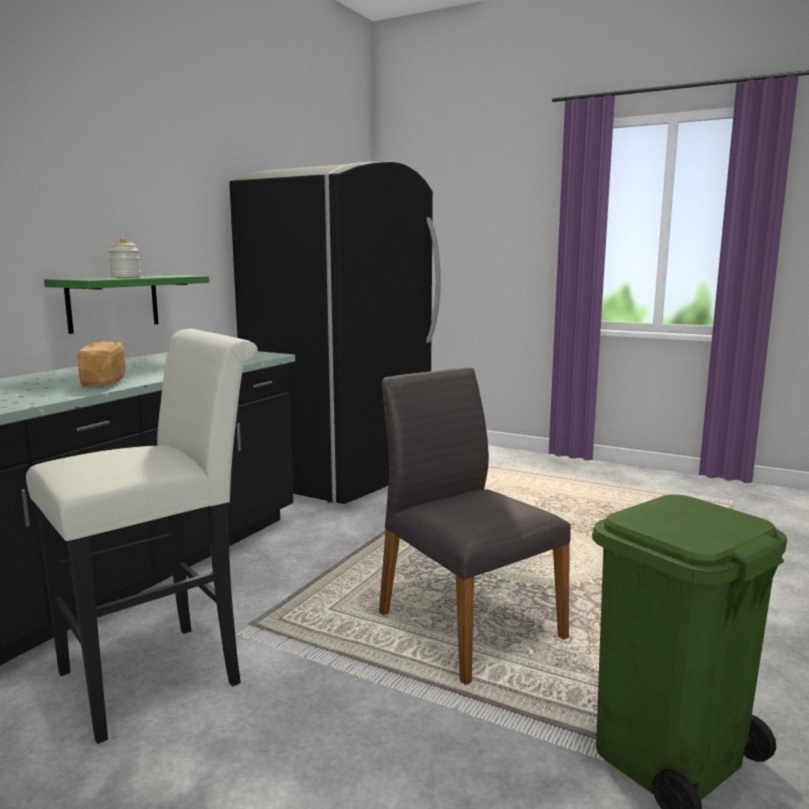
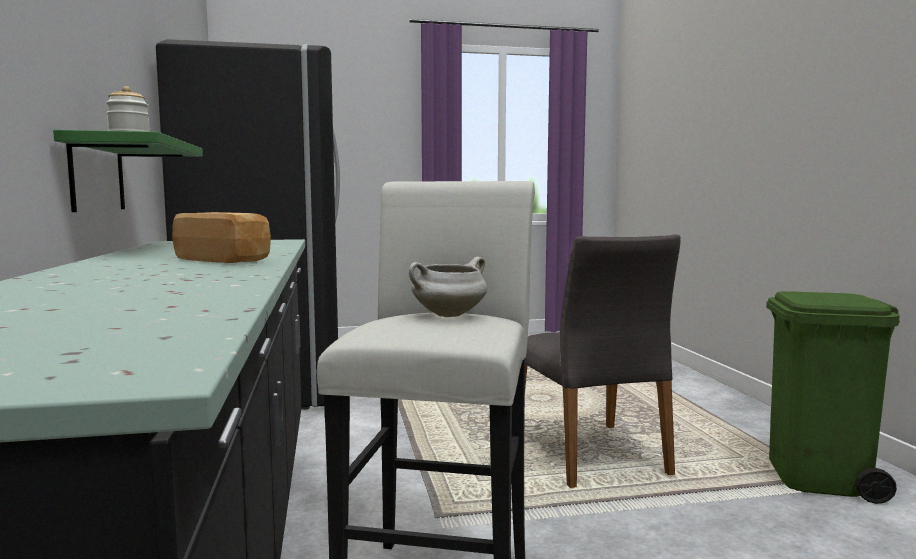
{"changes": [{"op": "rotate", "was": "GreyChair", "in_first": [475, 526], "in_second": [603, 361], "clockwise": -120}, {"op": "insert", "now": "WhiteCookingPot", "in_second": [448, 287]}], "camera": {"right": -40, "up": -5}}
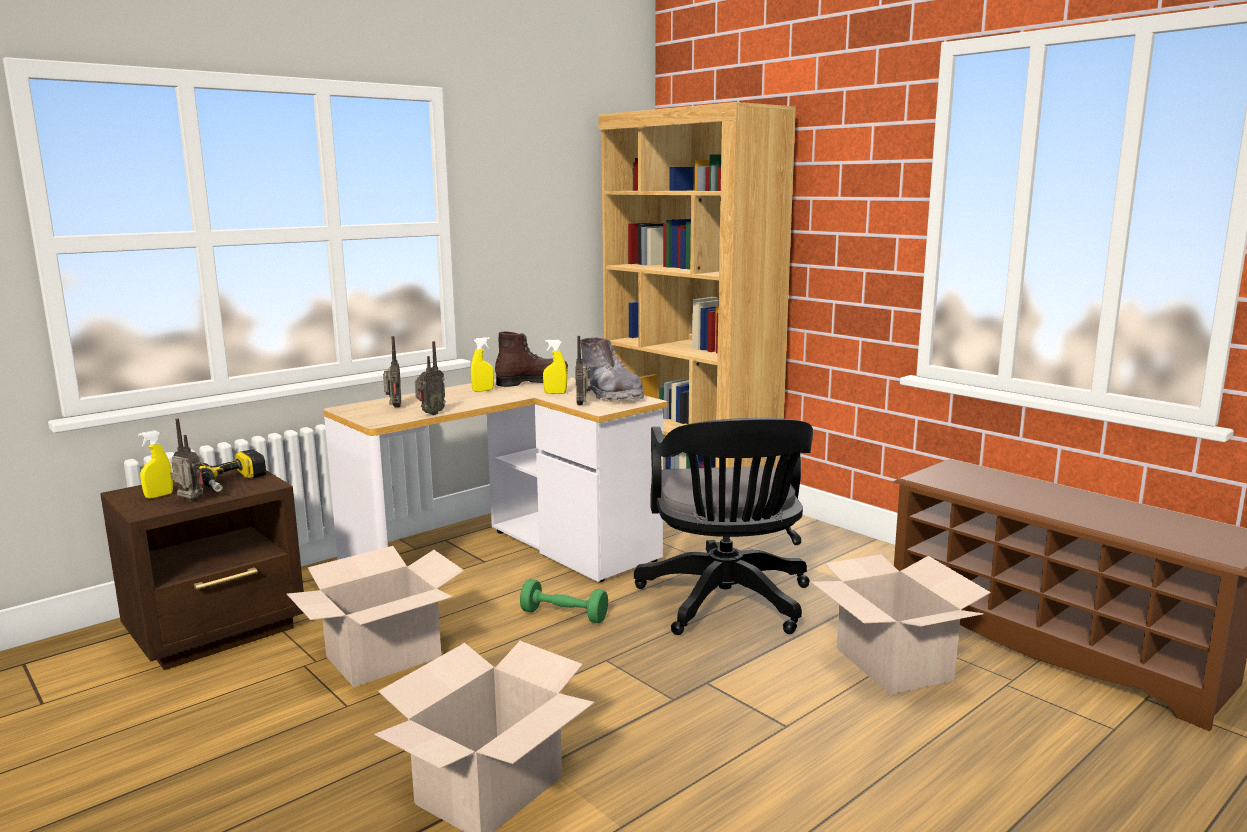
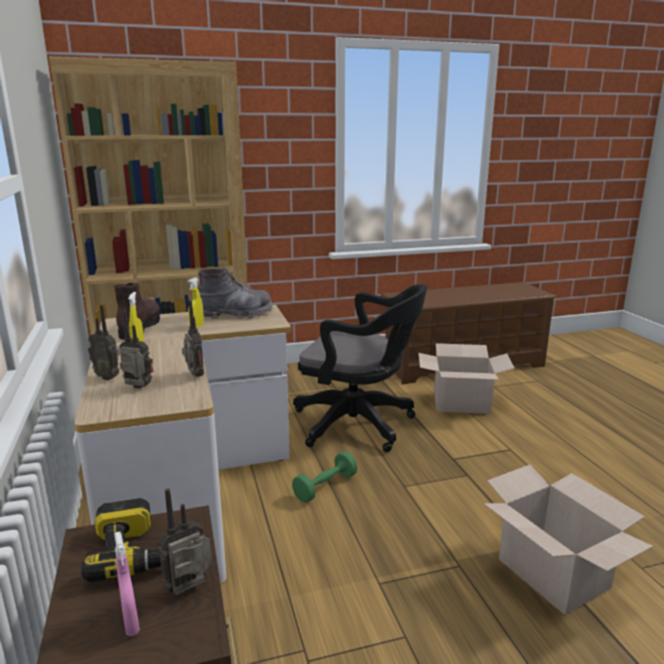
{"changes": [{"op": "move", "was": "Radio", "in_first": [582, 370], "in_second": [104, 342]}, {"op": "recolor", "was": "YellowSprayBottle", "now": "PinkSprayBottle", "in_first": [155, 464], "in_second": [127, 583]}, {"op": "delete", "was": "CardboardBox", "in_first": [375, 616]}], "camera": {"right": -65, "up": 5}}
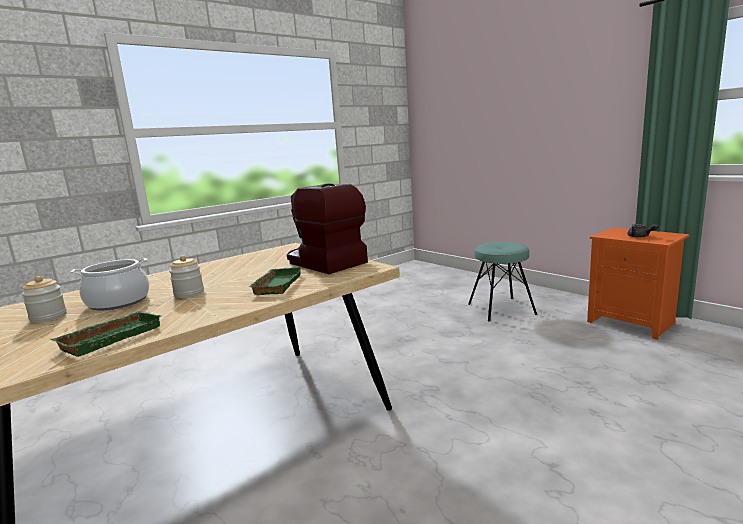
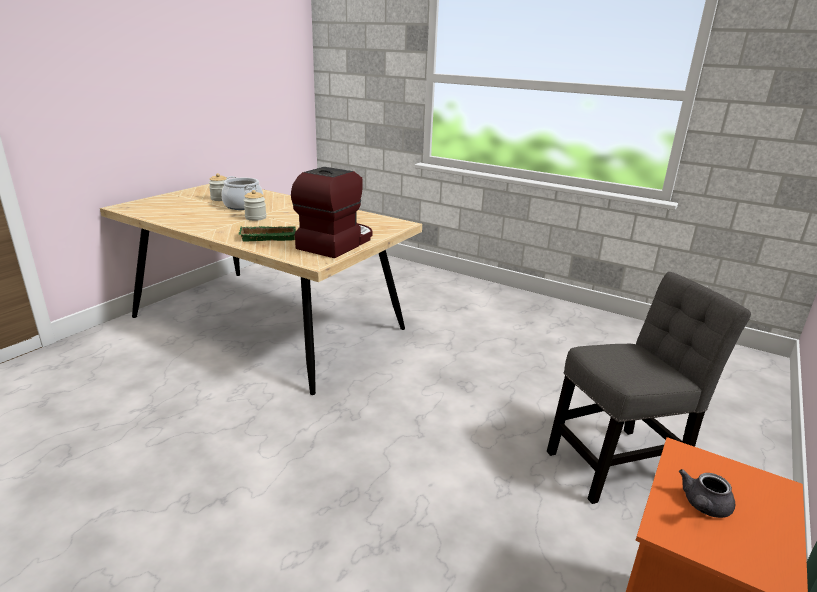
{"changes": [{"op": "replace", "was": "TurquoiseStool", "now": "GreyChair", "in_first": [502, 282], "in_second": [649, 388]}, {"op": "delete", "was": "GreenTray", "in_first": [105, 334]}], "camera": {"right": 70, "up": 10}}
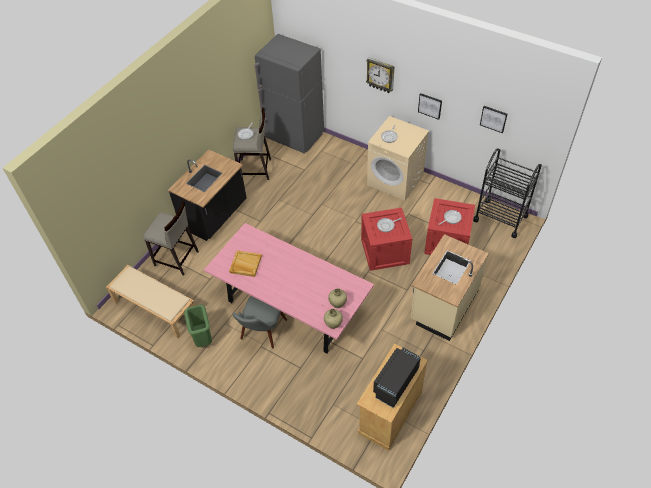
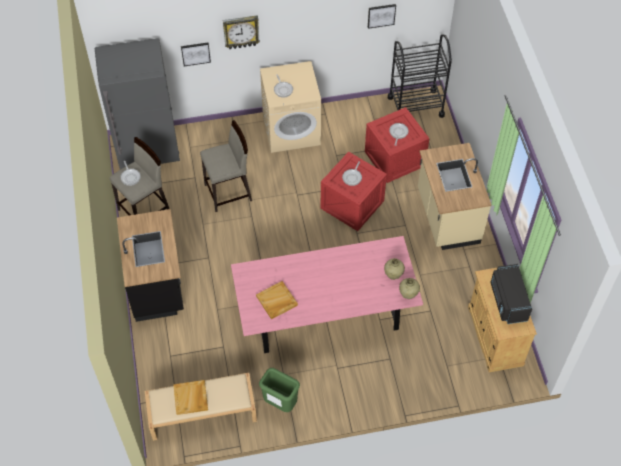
{"changes": [{"op": "move", "was": "Picture", "in_first": [430, 106], "in_second": [196, 54]}, {"op": "move", "was": "BeigeStool", "in_first": [171, 238], "in_second": [226, 166]}, {"op": "delete", "was": "GreyChair", "in_first": [260, 322]}, {"op": "insert", "now": "BeigeTray", "in_second": [190, 397]}], "camera": {"right": -45, "up": 5}}
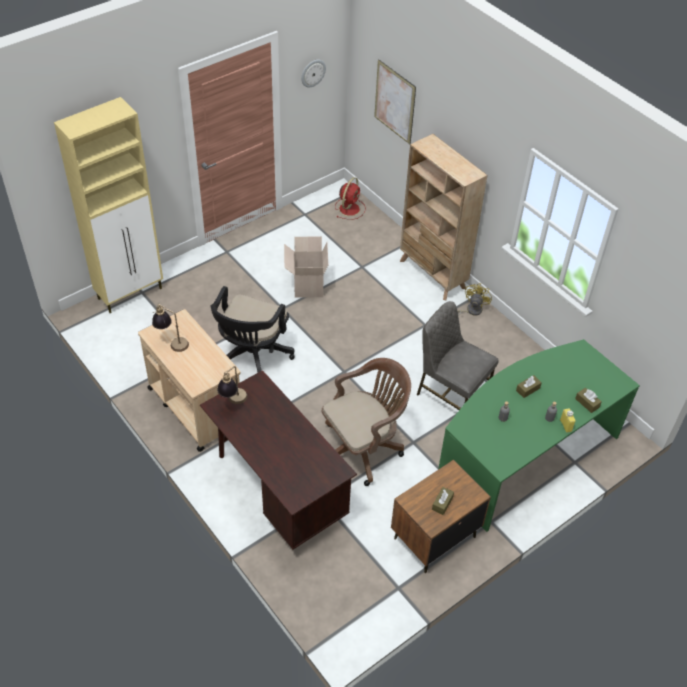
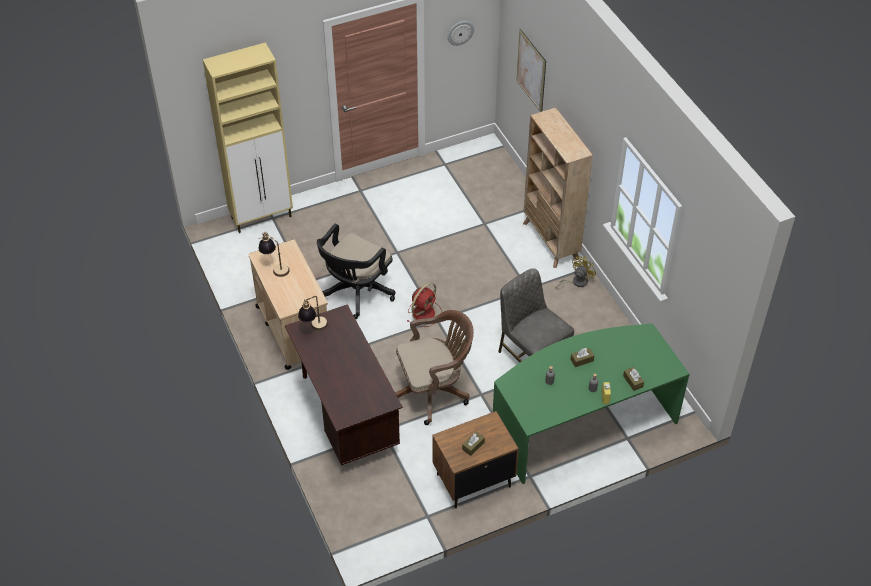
{"changes": [{"op": "move", "was": "RedFan", "in_first": [350, 198], "in_second": [424, 305]}, {"op": "delete", "was": "CardboardBox", "in_first": [306, 267]}], "camera": {"right": 15, "up": 0}}
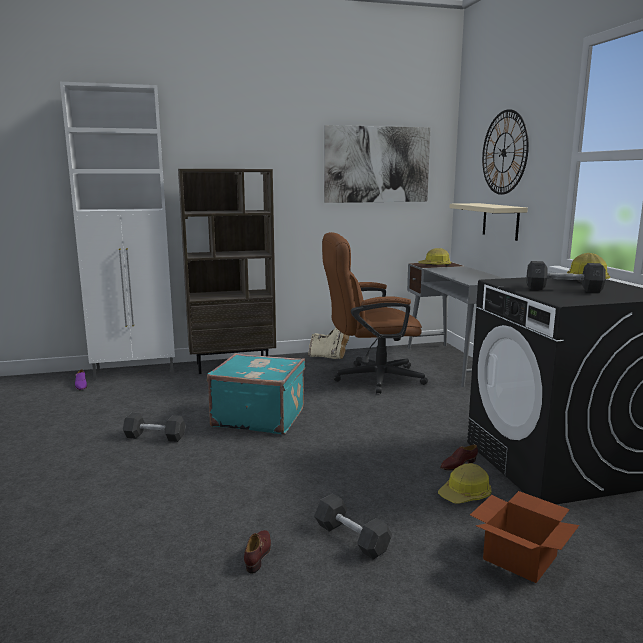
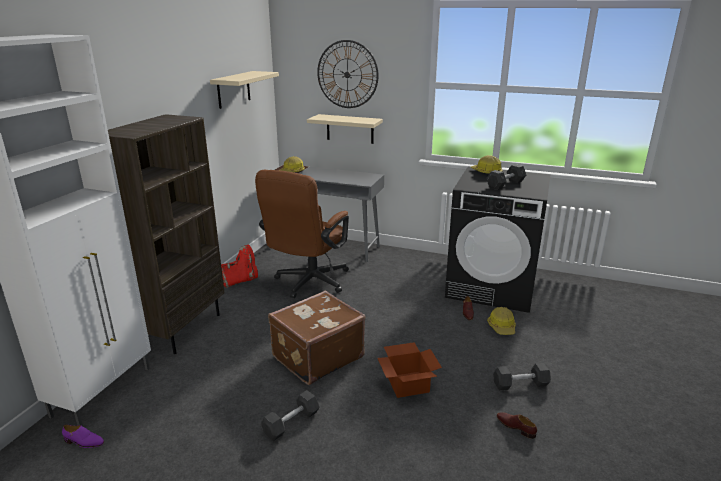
{"changes": [{"op": "replace", "was": "Picture", "now": "BeigeShelf", "in_first": [377, 164], "in_second": [244, 90]}, {"op": "recolor", "was": "BeigeBoot", "now": "RedBoot", "in_first": [328, 343], "in_second": [239, 266]}, {"op": "recolor", "was": "TurquoiseSuitcase", "now": "BrownSuitcase", "in_first": [256, 393], "in_second": [316, 337]}, {"op": "move", "was": "CardboardBox", "in_first": [524, 537], "in_second": [410, 370]}], "camera": {"right": -55, "up": 10}}
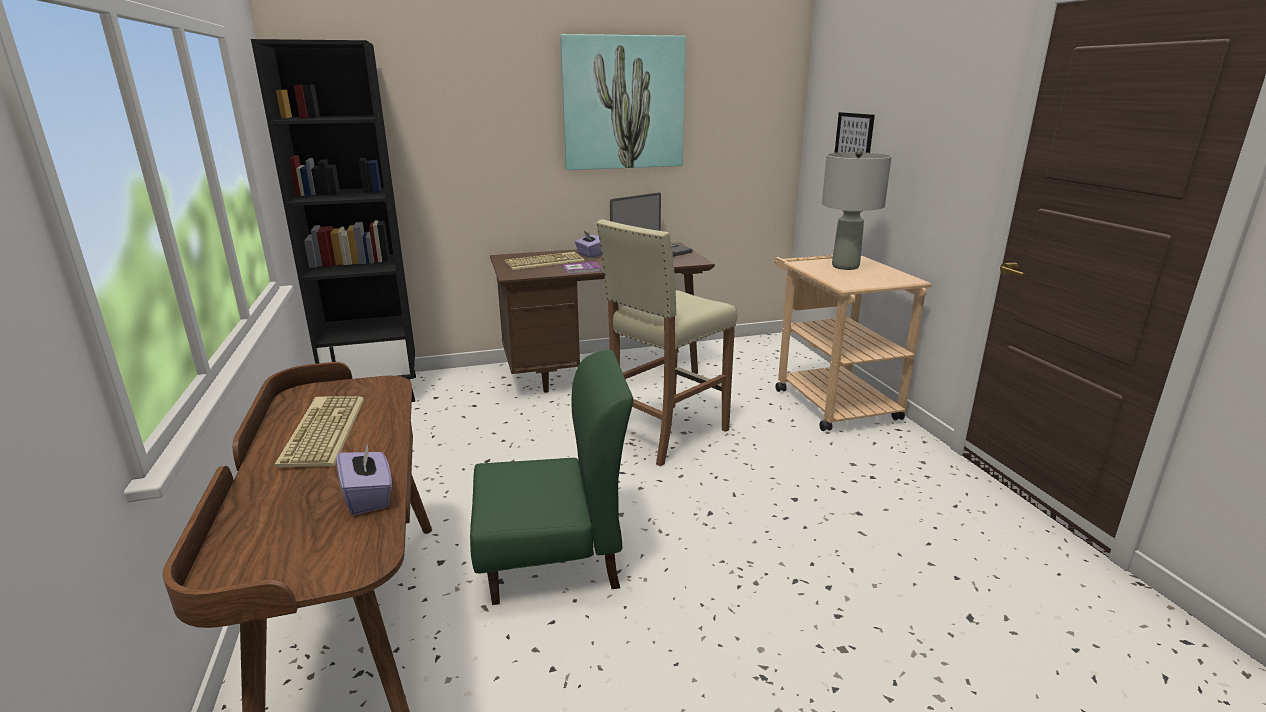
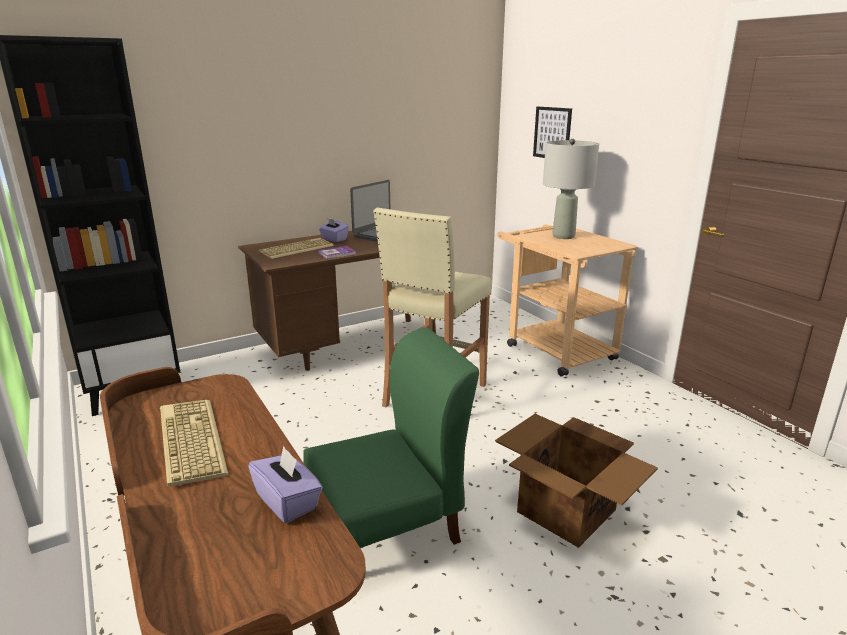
{"changes": [{"op": "delete", "was": "Picture", "in_first": [623, 102]}, {"op": "insert", "now": "CardboardBox", "in_second": [576, 481]}], "camera": {"right": -15, "up": 0}}
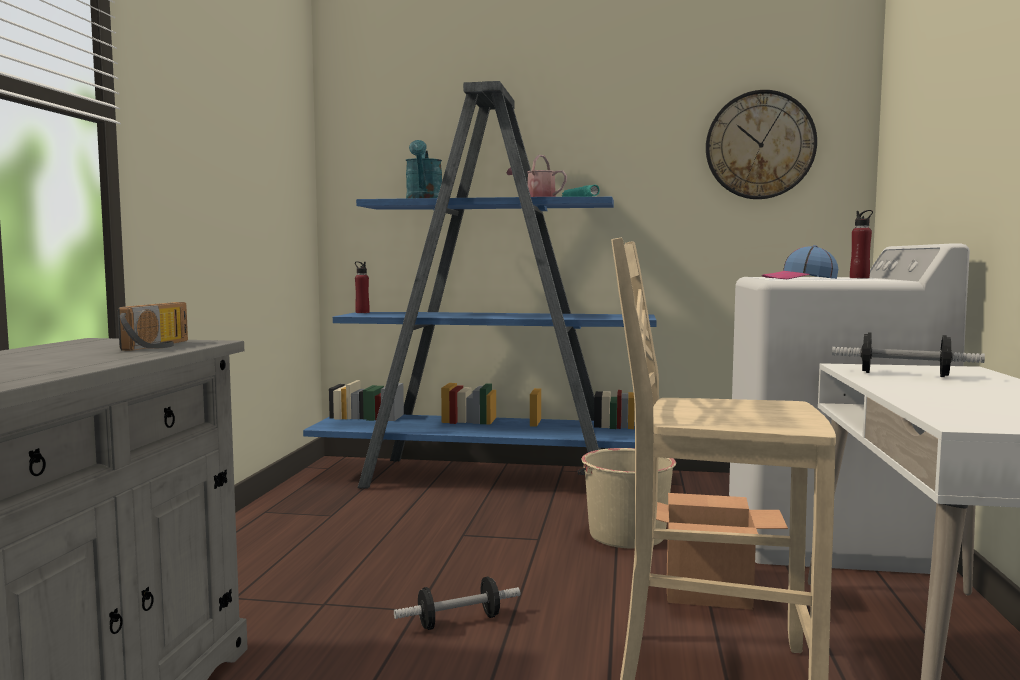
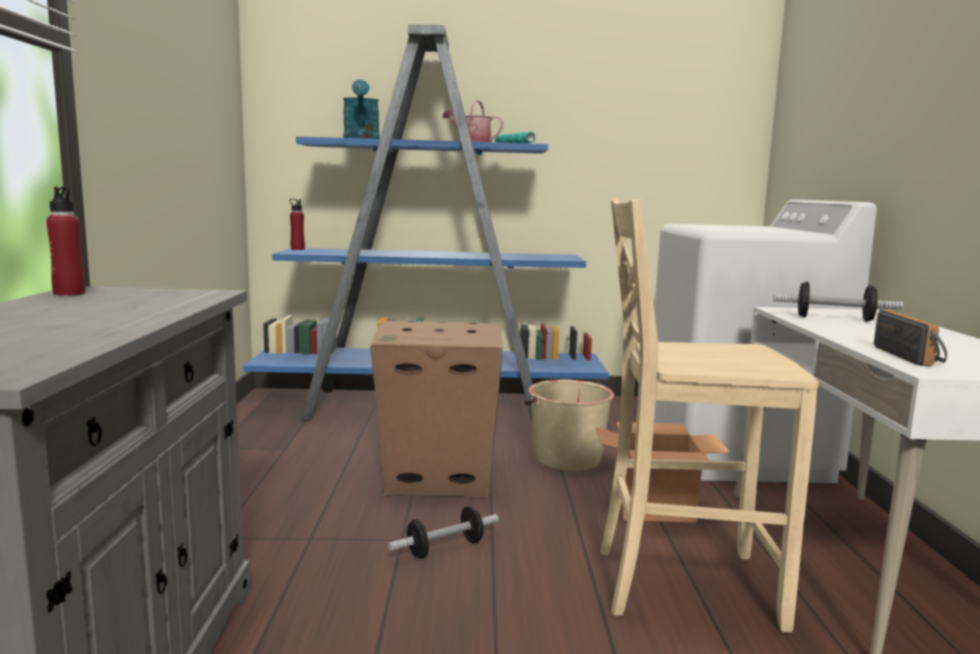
{"changes": [{"op": "delete", "was": "WallClock", "in_first": [761, 144]}, {"op": "move", "was": "RedBottle", "in_first": [861, 244], "in_second": [66, 241]}, {"op": "delete", "was": "Cap", "in_first": [799, 262]}, {"op": "move", "was": "Radio", "in_first": [153, 326], "in_second": [910, 338]}, {"op": "insert", "now": "CardboardBox", "in_second": [436, 409]}], "camera": {"right": -10, "up": 5}}
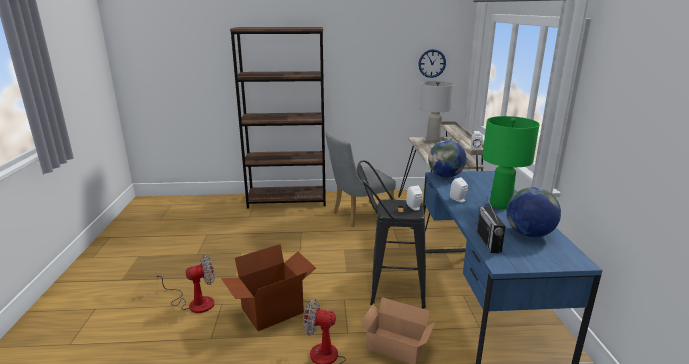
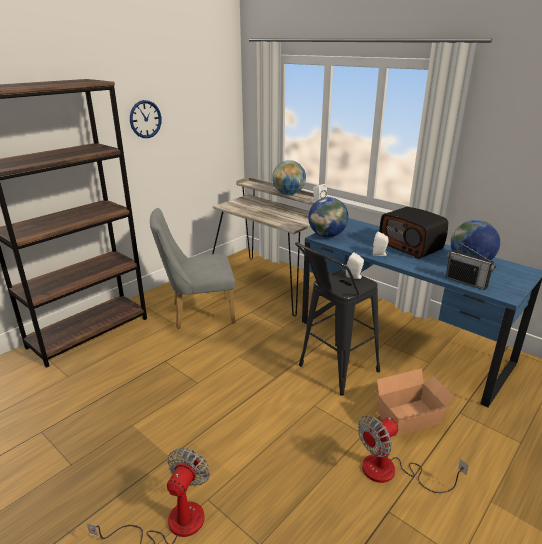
{"changes": [{"op": "move", "was": "WallClock", "in_first": [432, 63], "in_second": [146, 119]}, {"op": "delete", "was": "GreyTableLamp", "in_first": [437, 112]}, {"op": "replace", "was": "GreenTableLamp", "now": "Radio", "in_first": [511, 162], "in_second": [413, 233]}, {"op": "rotate", "was": "GreyChair", "in_first": [361, 179], "in_second": [192, 268], "clockwise": 60}, {"op": "delete", "was": "CardboardBox", "in_first": [268, 287]}, {"op": "insert", "now": "Globe", "in_second": [289, 177]}], "camera": {"right": -45, "up": 5}}
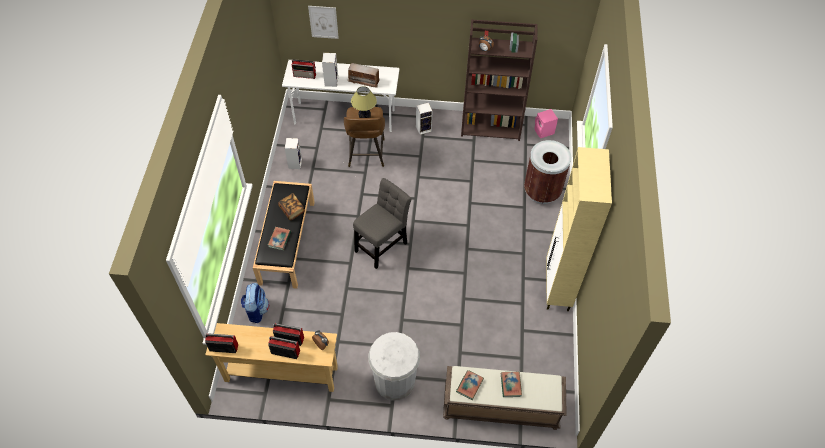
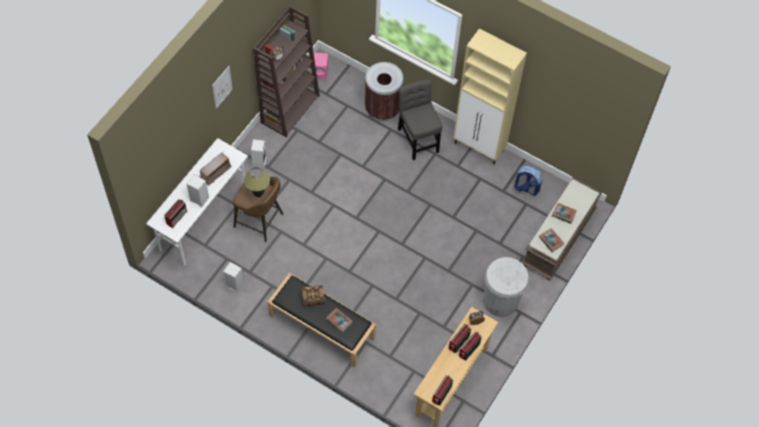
{"changes": [{"op": "move", "was": "Picture", "in_first": [323, 22], "in_second": [222, 87]}, {"op": "move", "was": "GreyChair", "in_first": [382, 223], "in_second": [420, 119]}, {"op": "move", "was": "Backpack", "in_first": [255, 303], "in_second": [528, 180]}], "camera": {"right": -65, "up": 5}}
